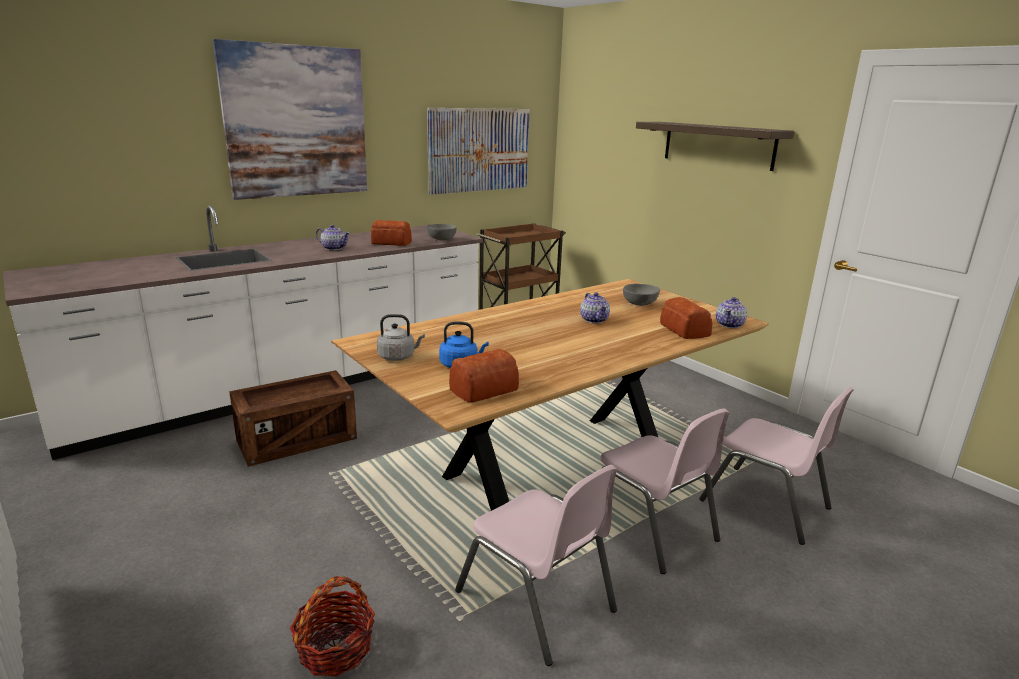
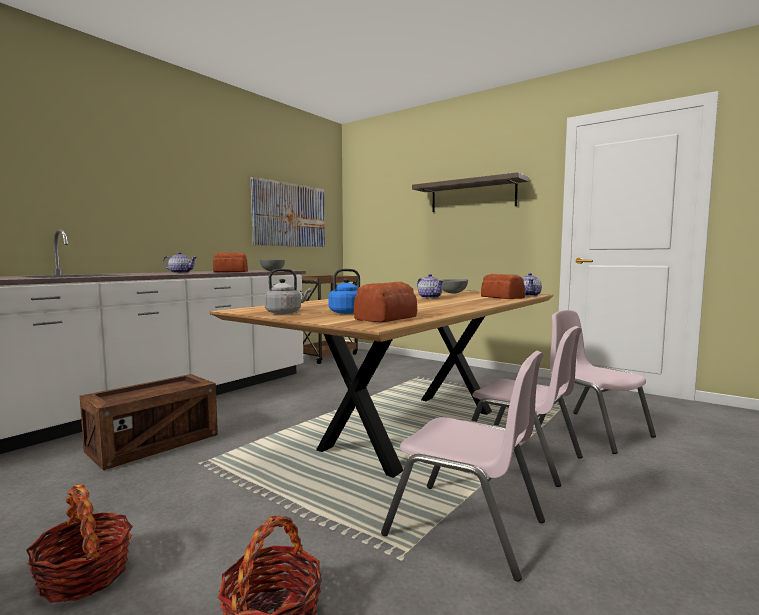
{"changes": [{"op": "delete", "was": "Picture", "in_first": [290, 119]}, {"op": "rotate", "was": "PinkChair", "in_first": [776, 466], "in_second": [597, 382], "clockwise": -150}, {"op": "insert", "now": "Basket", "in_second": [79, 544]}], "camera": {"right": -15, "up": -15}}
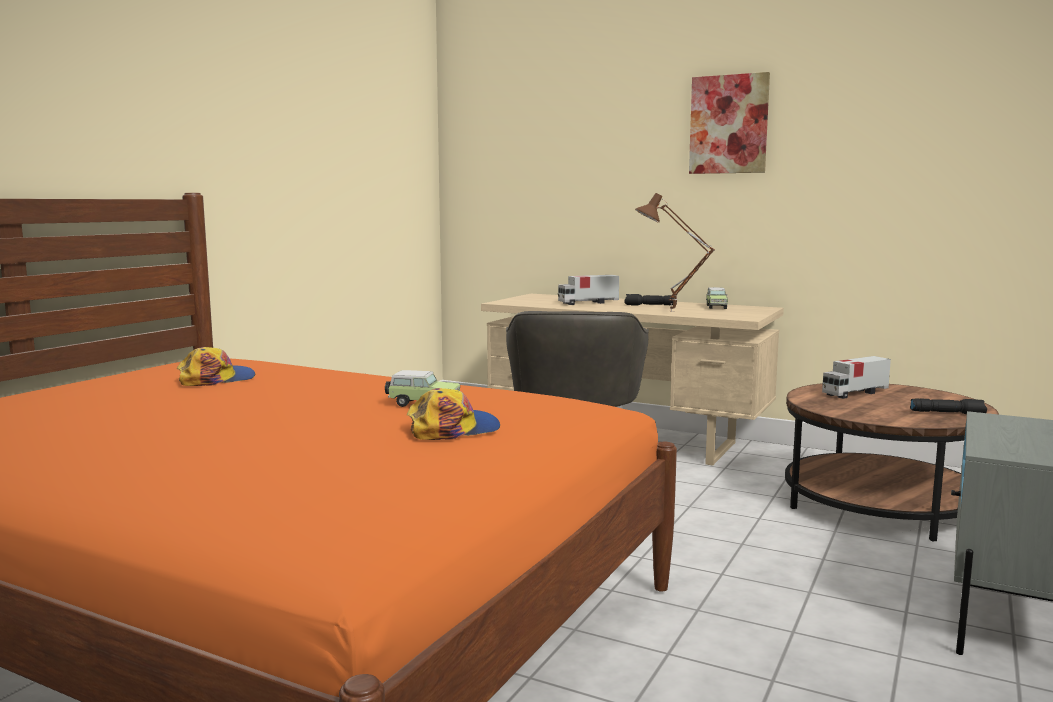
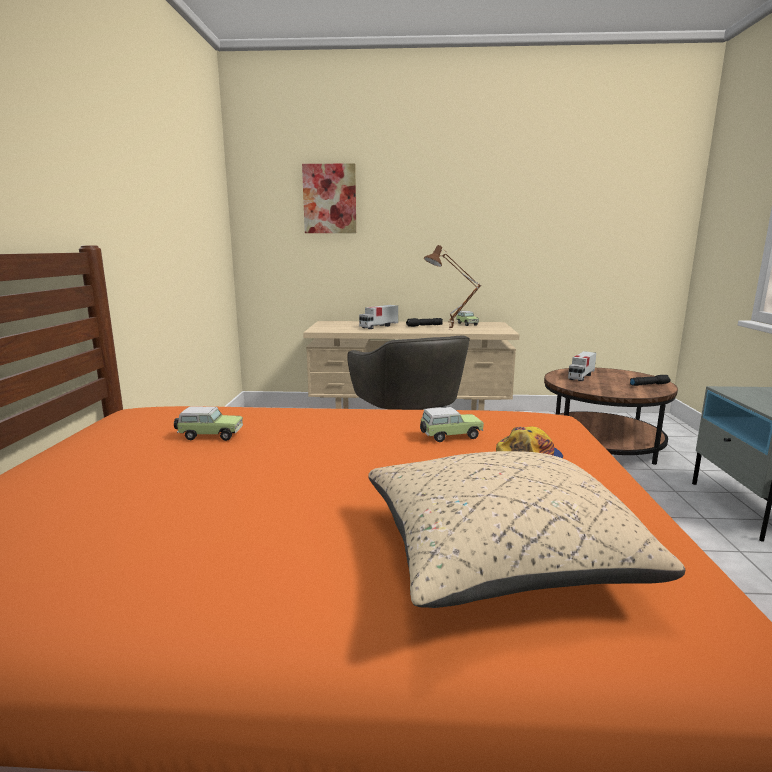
{"changes": [{"op": "move", "was": "Picture", "in_first": [729, 123], "in_second": [329, 198]}, {"op": "replace", "was": "Cap", "now": "ToyCar", "in_first": [216, 366], "in_second": [208, 424]}, {"op": "insert", "now": "BeigePillow", "in_second": [526, 529]}], "camera": {"right": -25, "up": 5}}
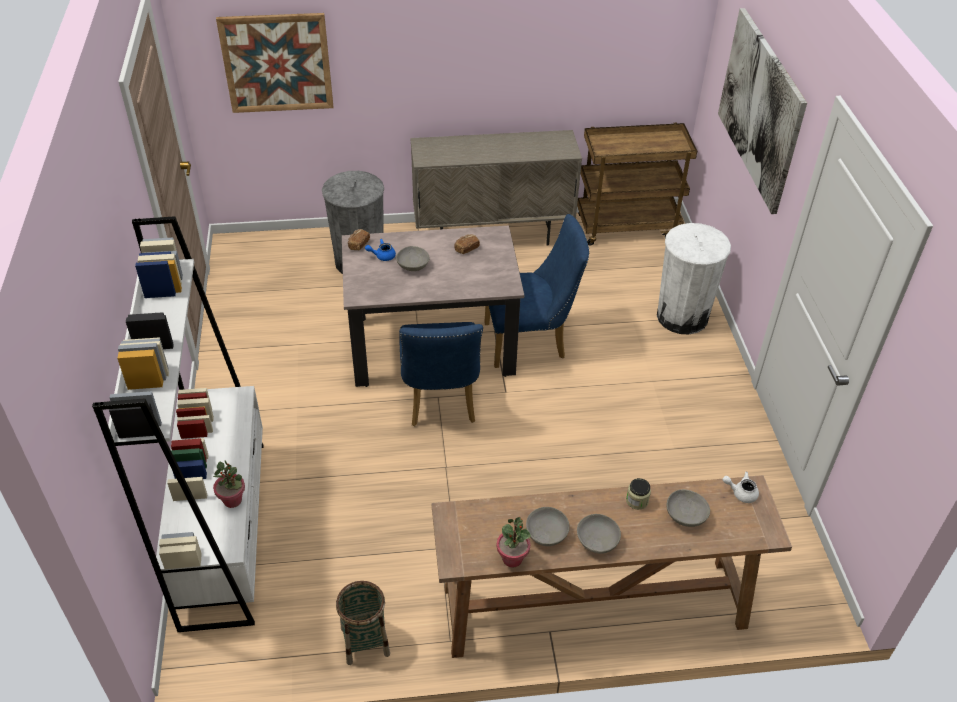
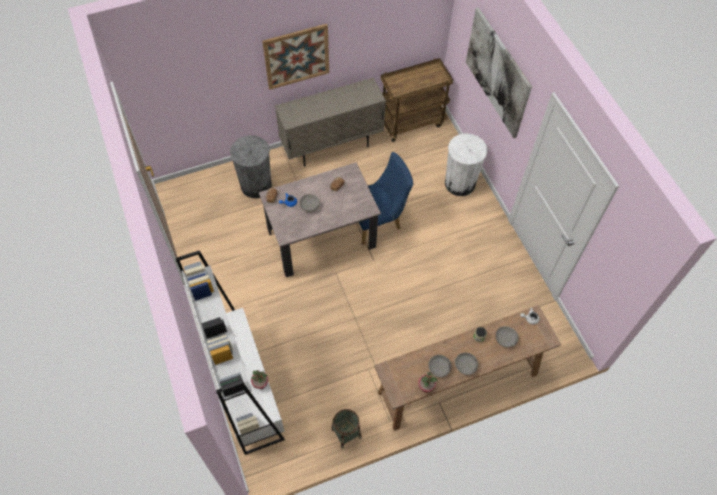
{"changes": [{"op": "move", "was": "Picture", "in_first": [274, 63], "in_second": [295, 57]}, {"op": "delete", "was": "BlueChair", "in_first": [441, 374]}], "camera": {"right": -15, "up": 15}}
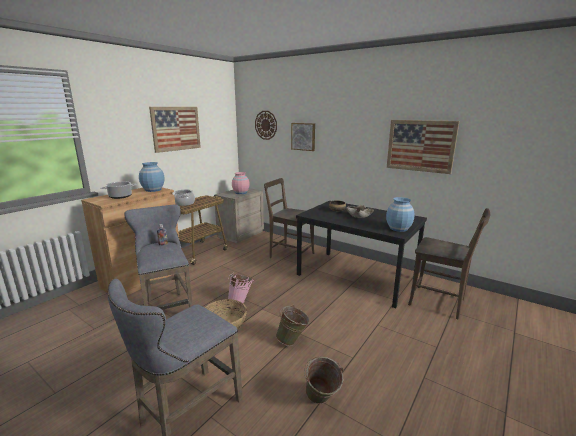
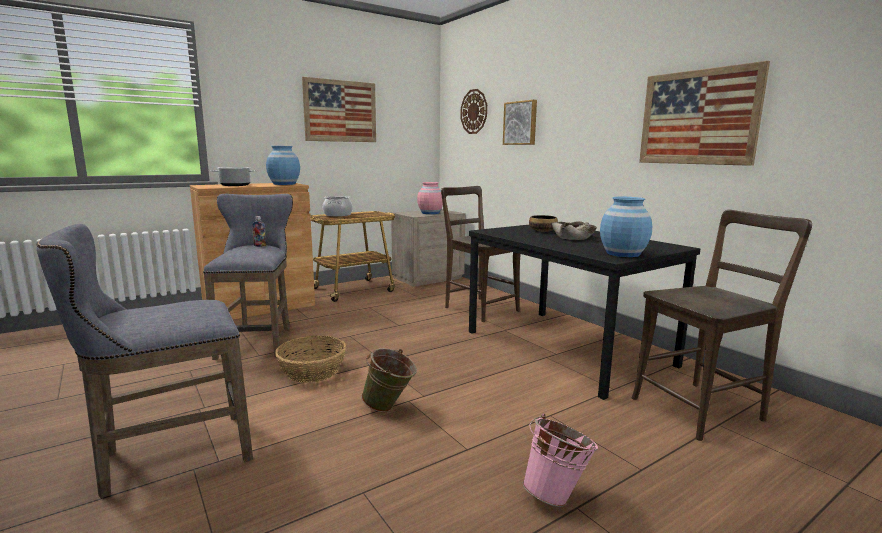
{"changes": [{"op": "rotate", "was": "BrownChair", "in_first": [449, 263], "in_second": [722, 325], "clockwise": -75}, {"op": "move", "was": "PinkBucket", "in_first": [240, 287], "in_second": [560, 460]}, {"op": "delete", "was": "GreenBucket", "in_first": [323, 380]}], "camera": {"right": 20, "up": -5}}
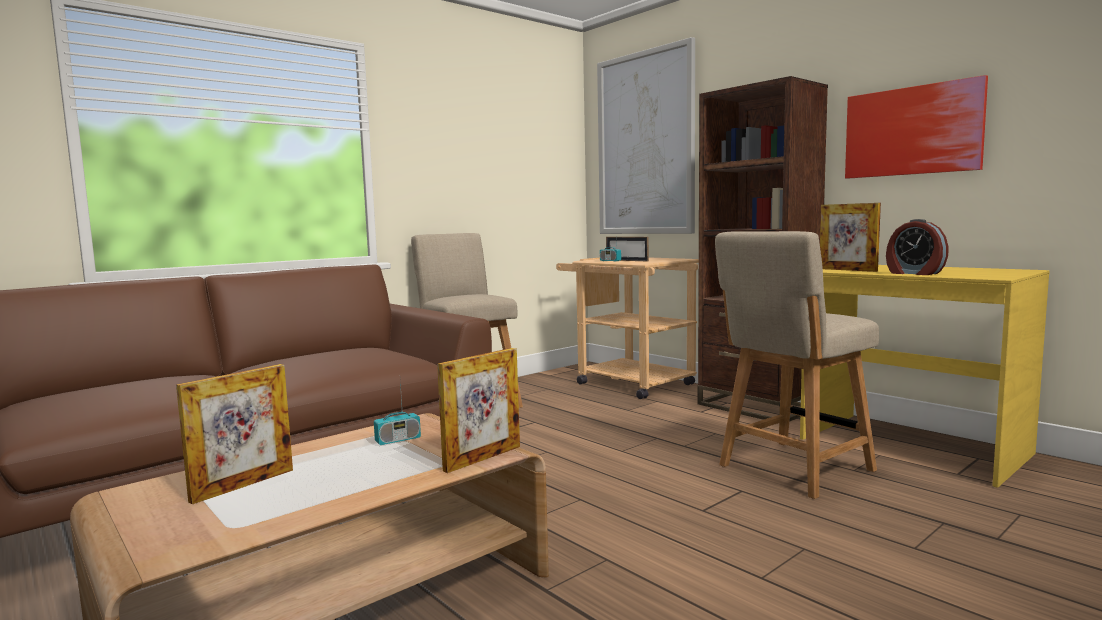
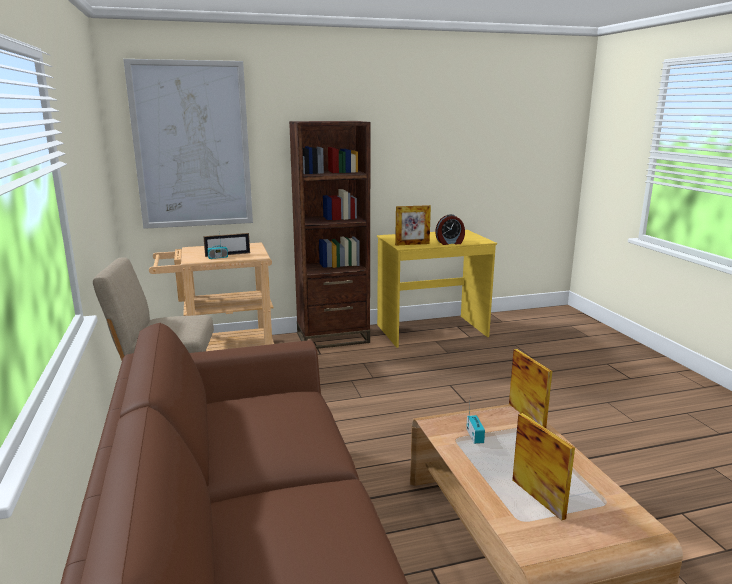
{"changes": [{"op": "delete", "was": "Picture", "in_first": [916, 127]}, {"op": "delete", "was": "BeigeChair", "in_first": [797, 365]}], "camera": {"right": -65, "up": 10}}
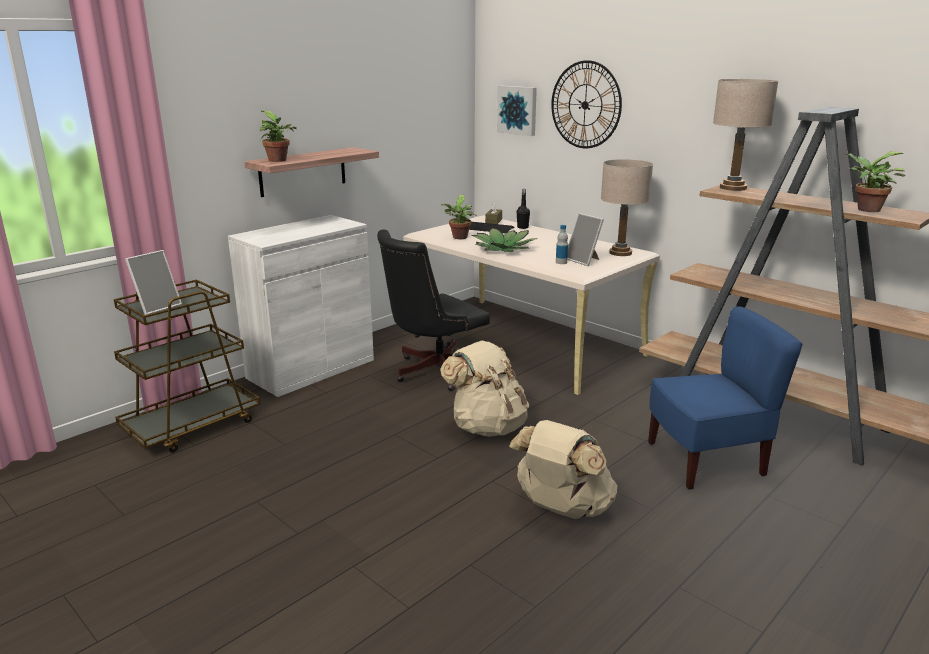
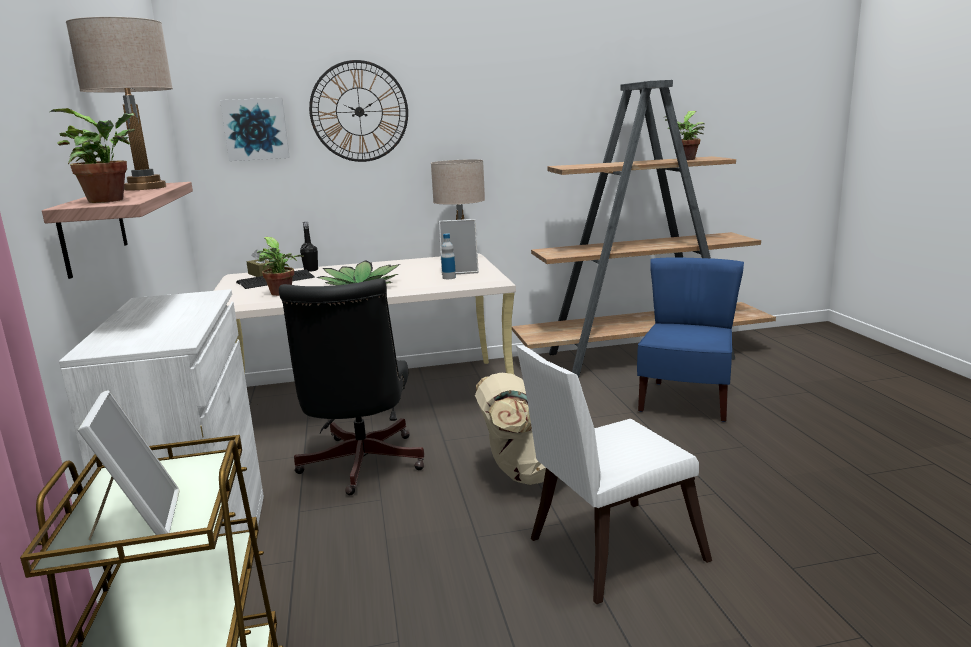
{"changes": [{"op": "move", "was": "BeigeTableLamp", "in_first": [745, 135], "in_second": [119, 103]}, {"op": "delete", "was": "BeigeBackpack", "in_first": [563, 469]}, {"op": "insert", "now": "WhiteChair", "in_second": [614, 474]}], "camera": {"right": -55, "up": -5}}
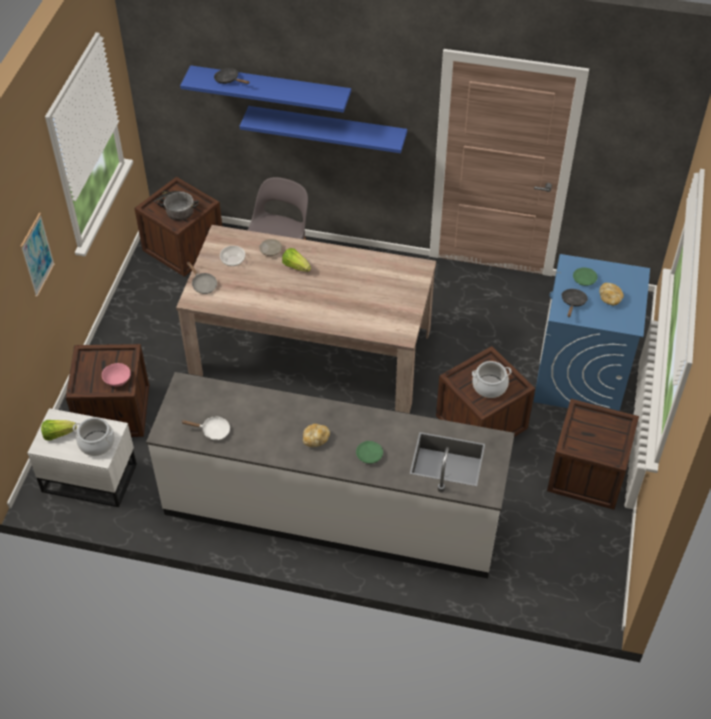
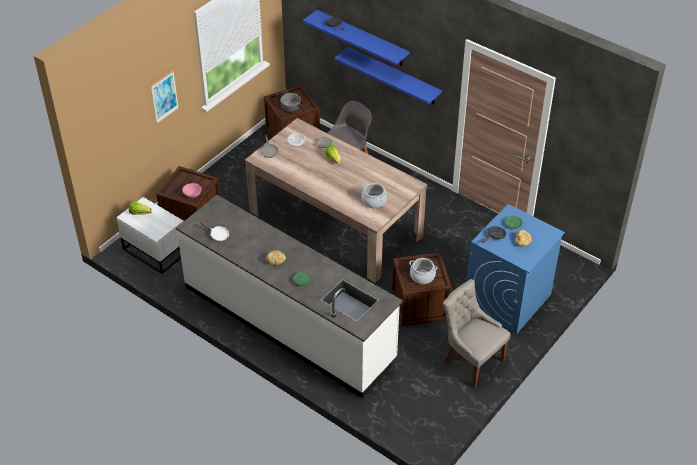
{"changes": [{"op": "replace", "was": "Crate", "now": "GreyChair", "in_first": [593, 454], "in_second": [477, 333]}, {"op": "move", "was": "CookingPot", "in_first": [94, 436], "in_second": [374, 195]}], "camera": {"right": 25, "up": -5}}
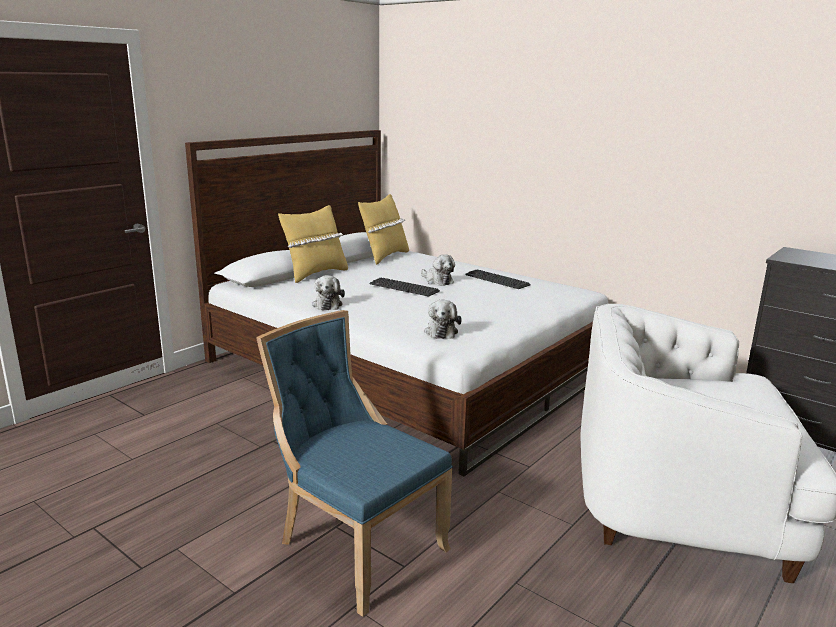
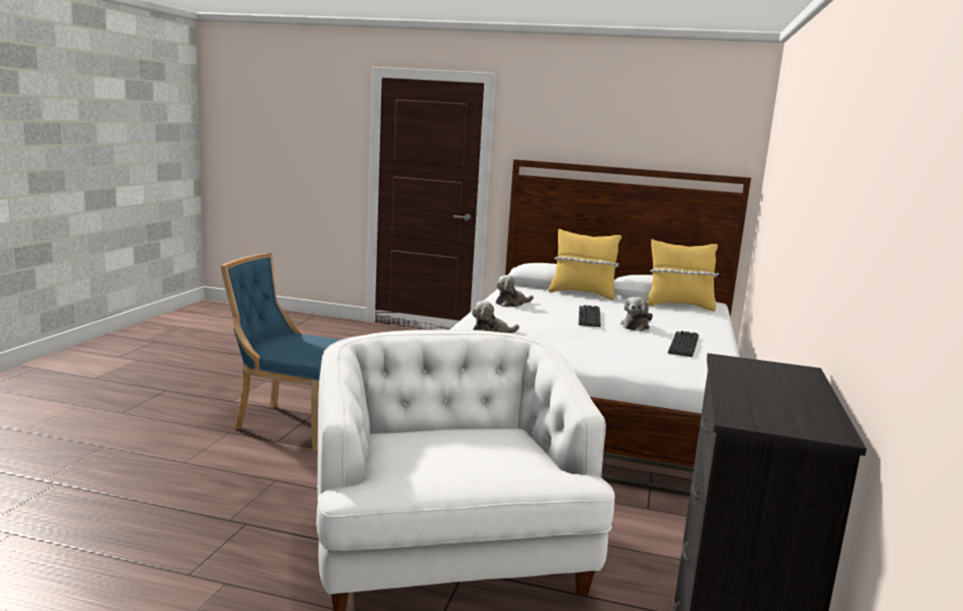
{"changes": [{"op": "rotate", "was": "BlueChair", "in_first": [354, 463], "in_second": [280, 352], "clockwise": -90}], "camera": {"right": 65, "up": -5}}
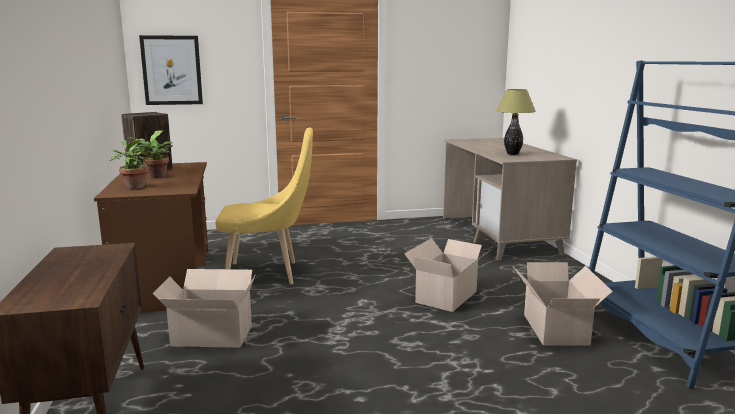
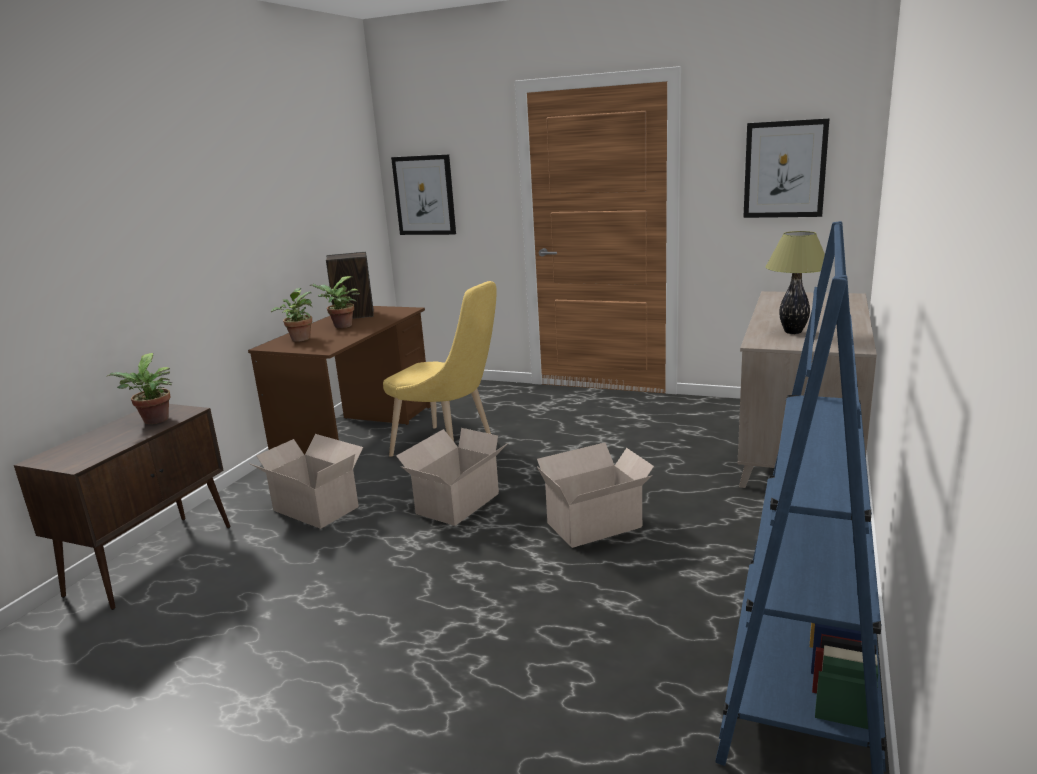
{"changes": [{"op": "move", "was": "CardboardBox", "in_first": [563, 303], "in_second": [452, 477]}, {"op": "insert", "now": "Picture", "in_second": [786, 168]}, {"op": "insert", "now": "PottedPlant", "in_second": [139, 388]}], "camera": {"right": 35, "up": 5}}
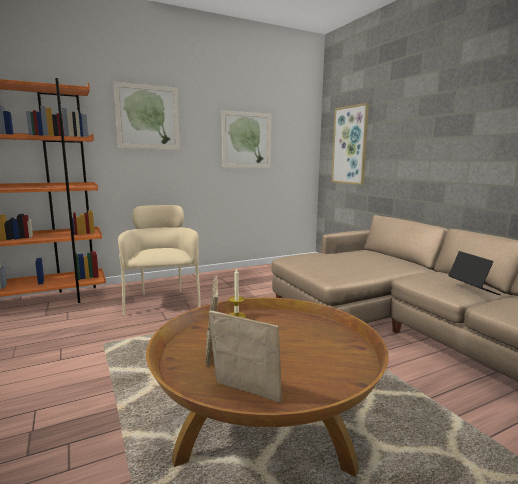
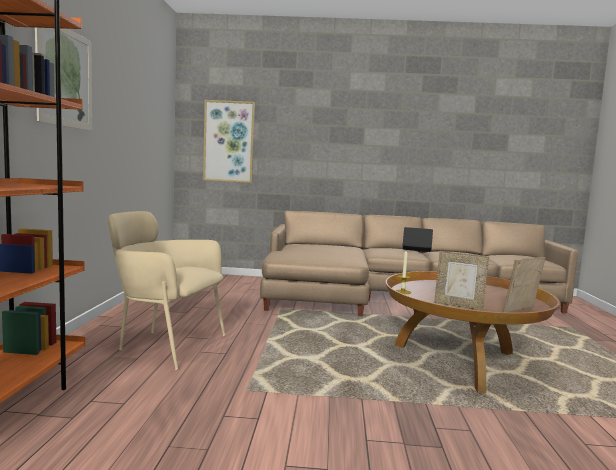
{"changes": [{"op": "delete", "was": "Picture", "in_first": [246, 139]}], "camera": {"right": -60, "up": -5}}
